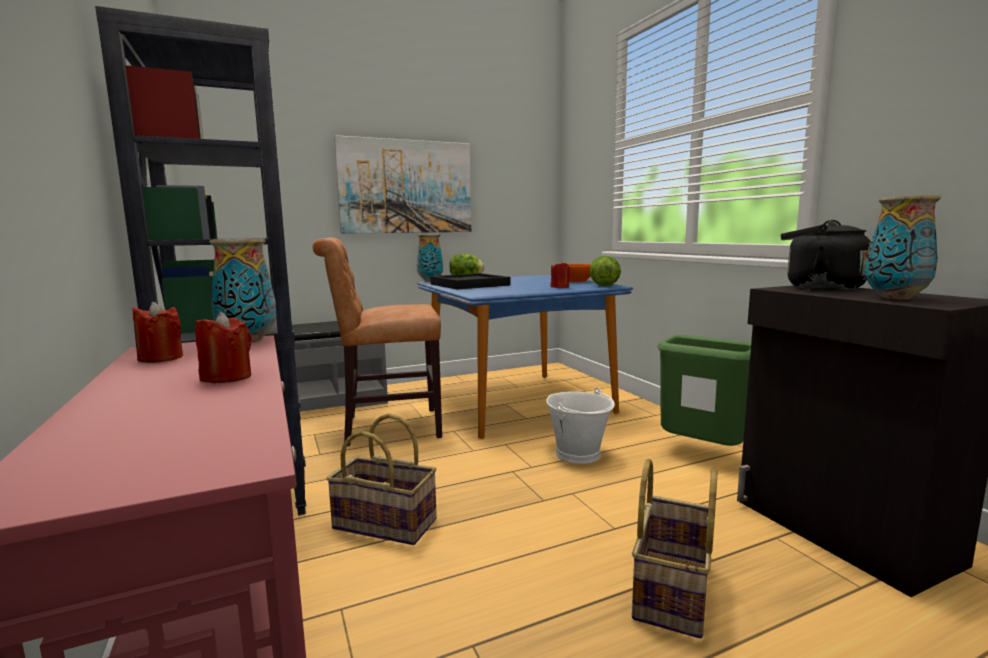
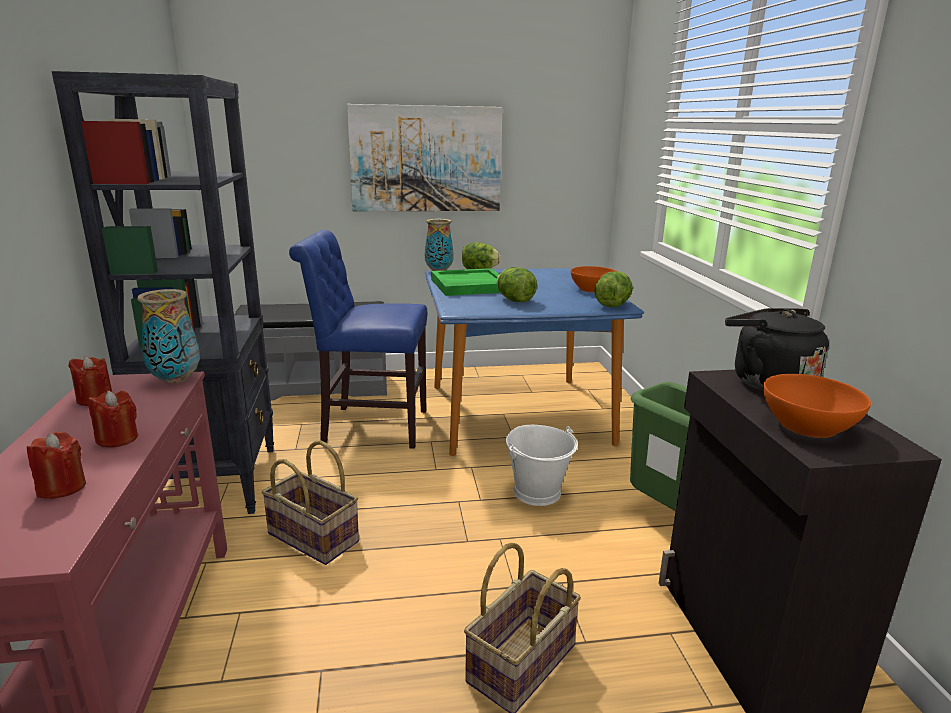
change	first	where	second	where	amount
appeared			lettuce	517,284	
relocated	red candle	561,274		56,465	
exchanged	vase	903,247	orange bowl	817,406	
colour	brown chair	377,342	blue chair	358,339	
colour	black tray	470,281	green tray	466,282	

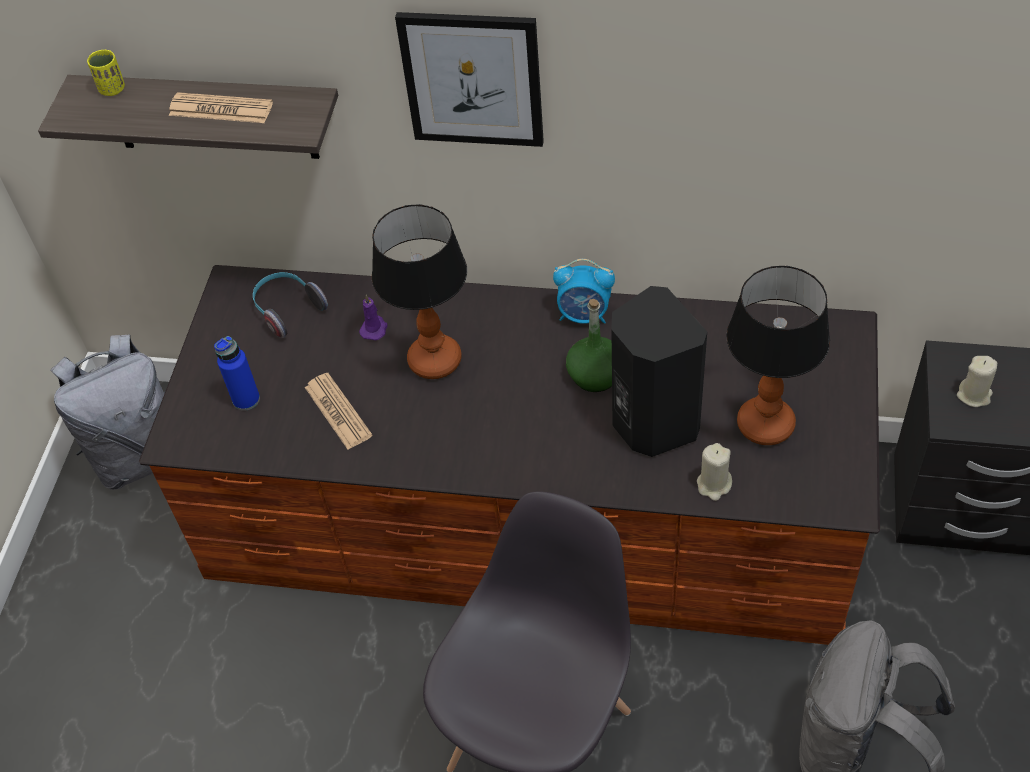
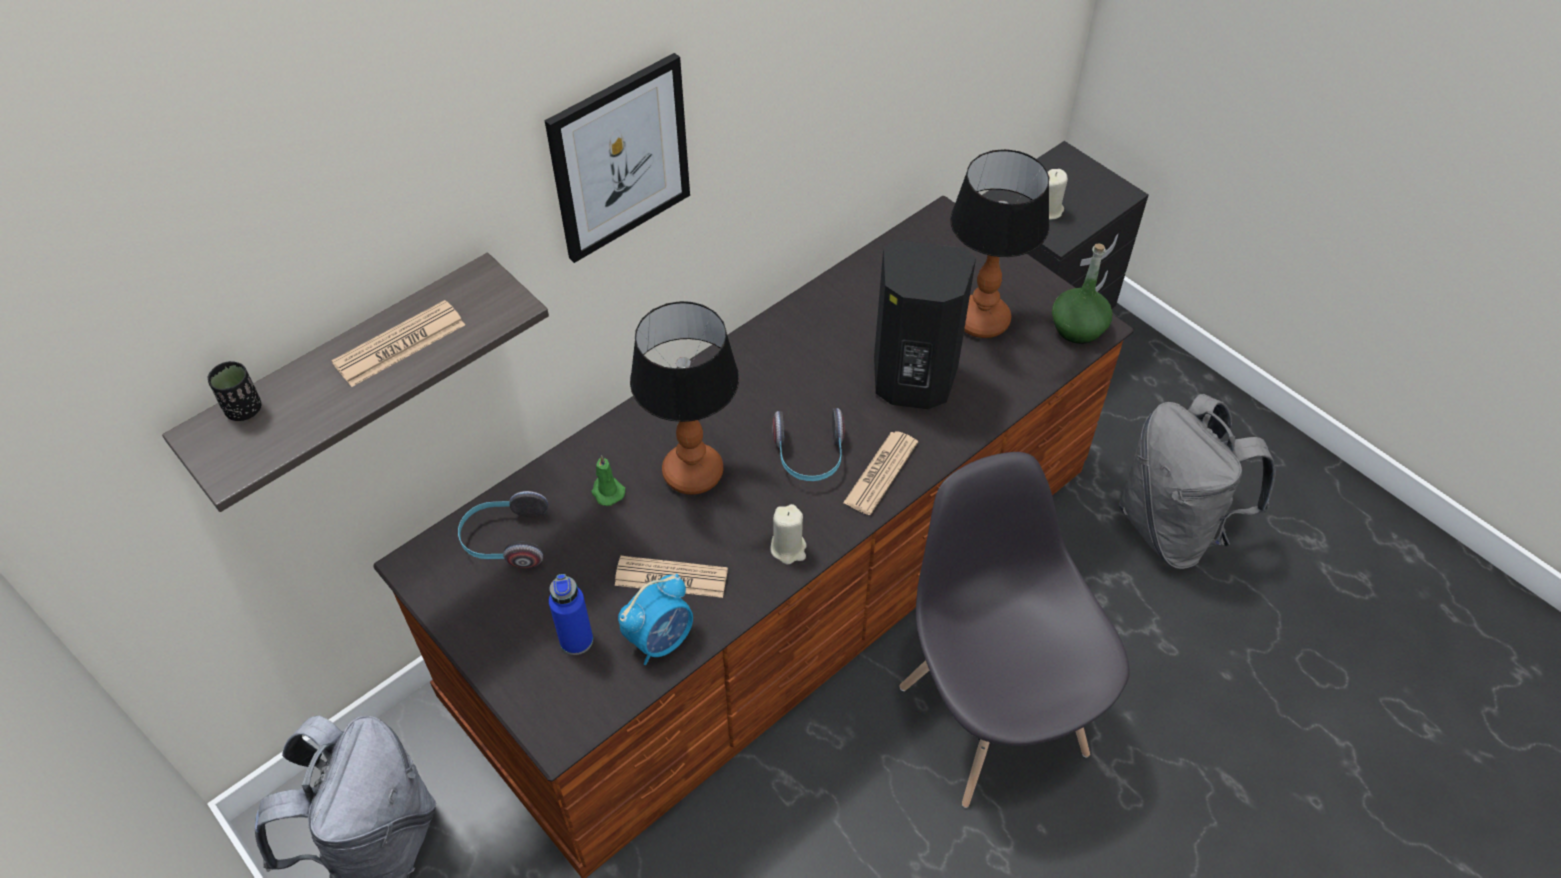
change	first	where	second	where	amount
appeared			headphones	808,444	
appeared			newspaper	880,473	
relocated	alarm clock	584,291		655,619	
relocated	green bottle	589,345		1082,293	
relocated	beige candle	714,472		788,534	
colour	yellow cup	106,73	black cup	234,391	
colour	purple candle	373,317	green candle	608,480	

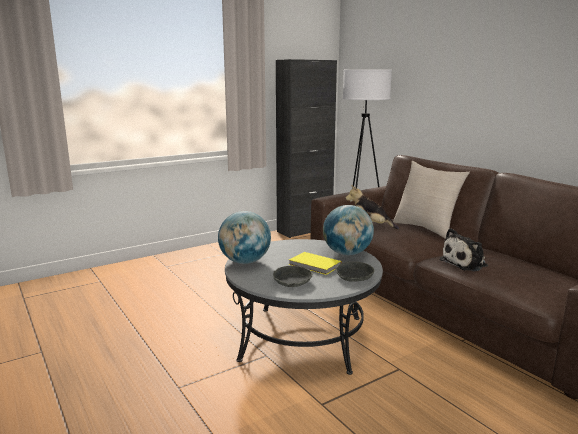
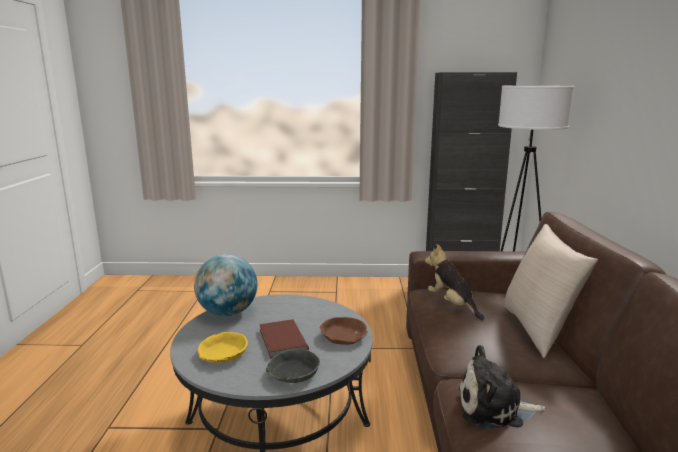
change	first	where	second	where	amount
exchanged	globe	348,230	brown bowl	343,331	
colour	grey bowl	293,276	yellow bowl	223,347	
colour	yellow book	315,263	brown book	284,338	

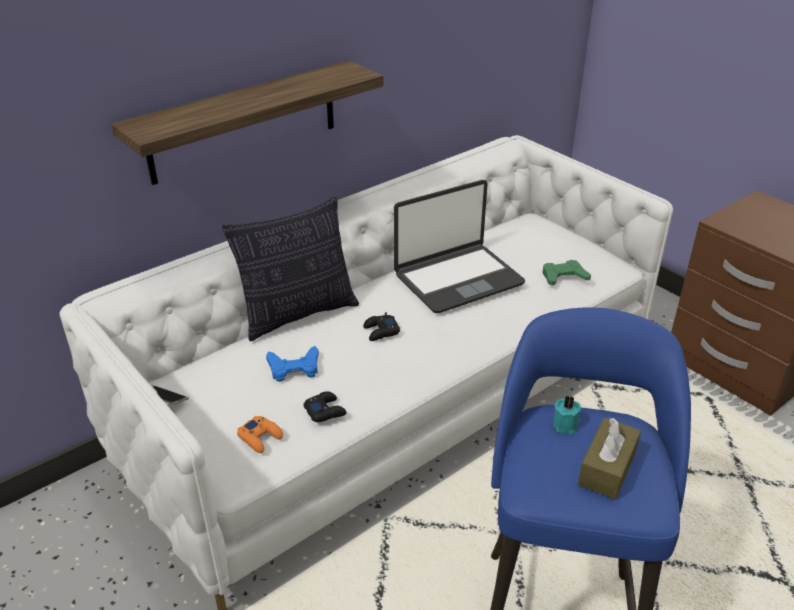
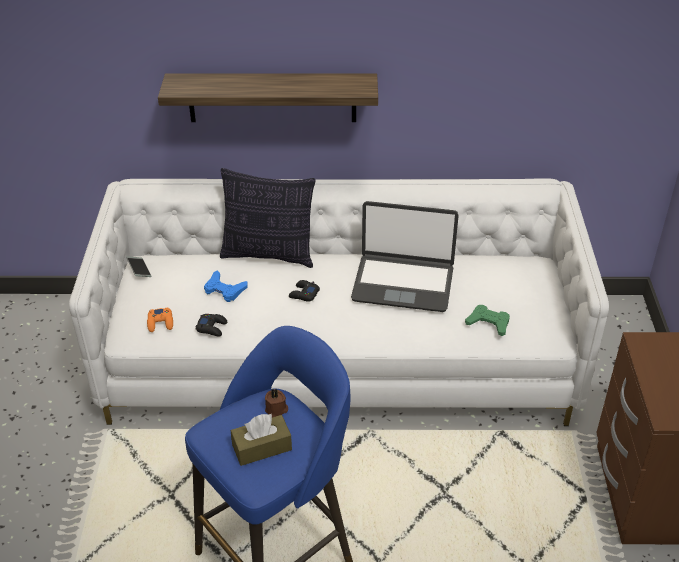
change	first	where	second	where	amount
colour	turquoise candle	567,415	brown candle	276,403	

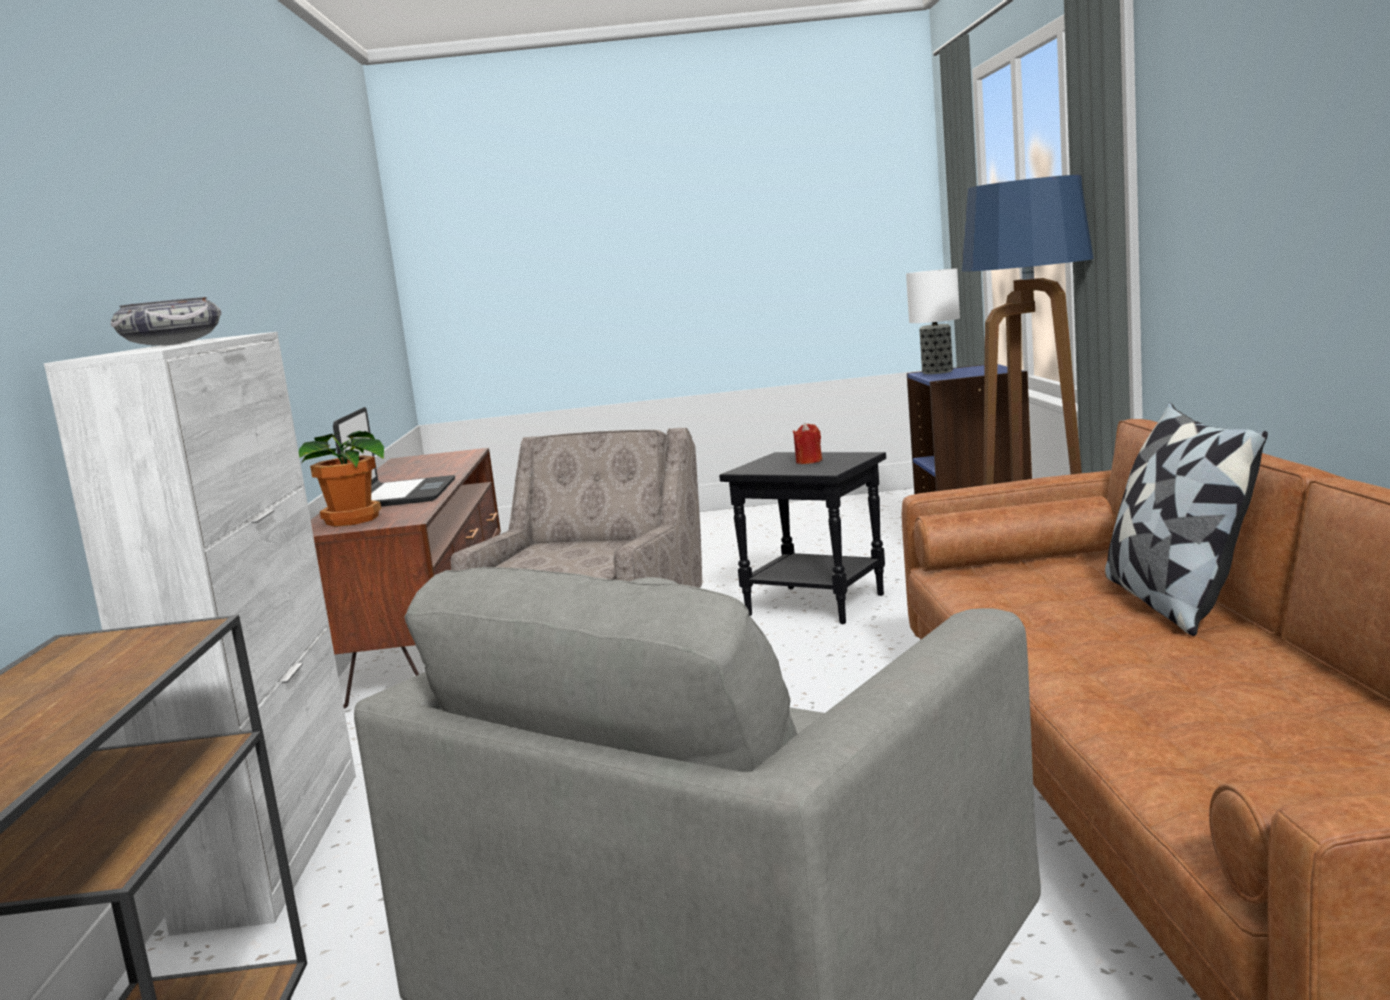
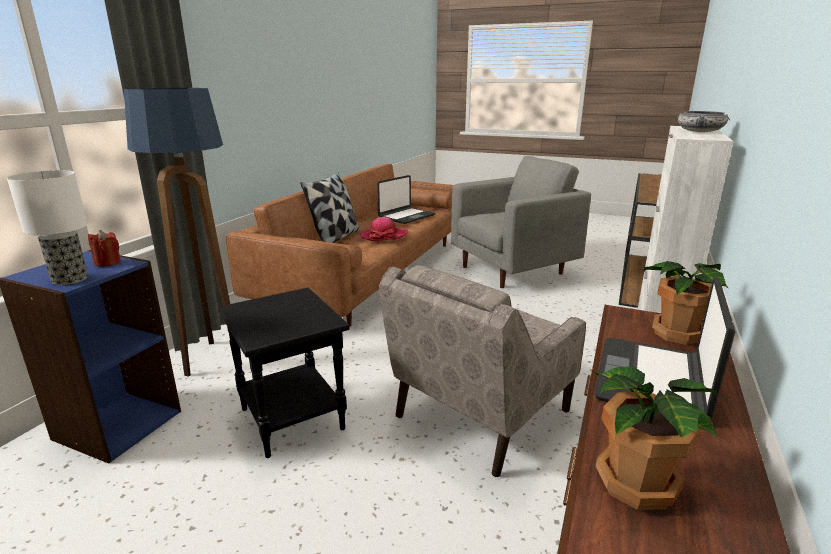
change	first	where	second	where	amount
appeared			hat	384,229	
appeared			laptop	406,199	
appeared			potted plant	656,438	
relocated	red candle	807,443		104,248	

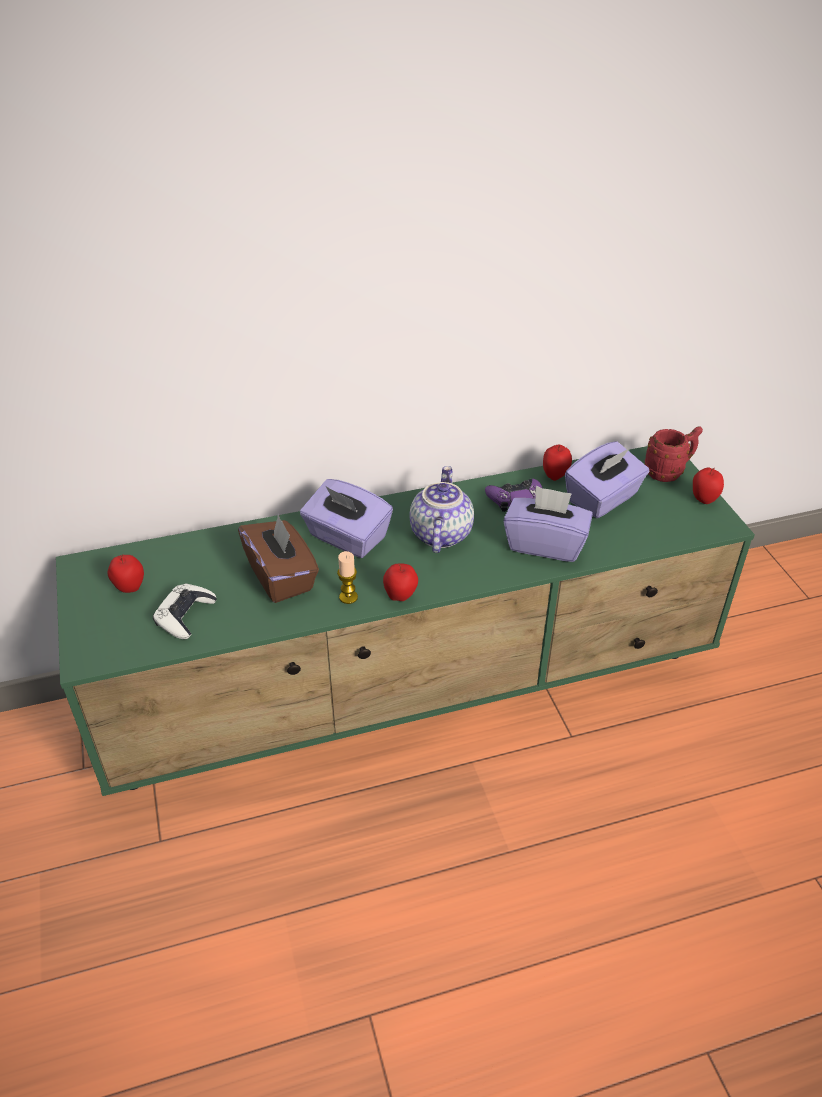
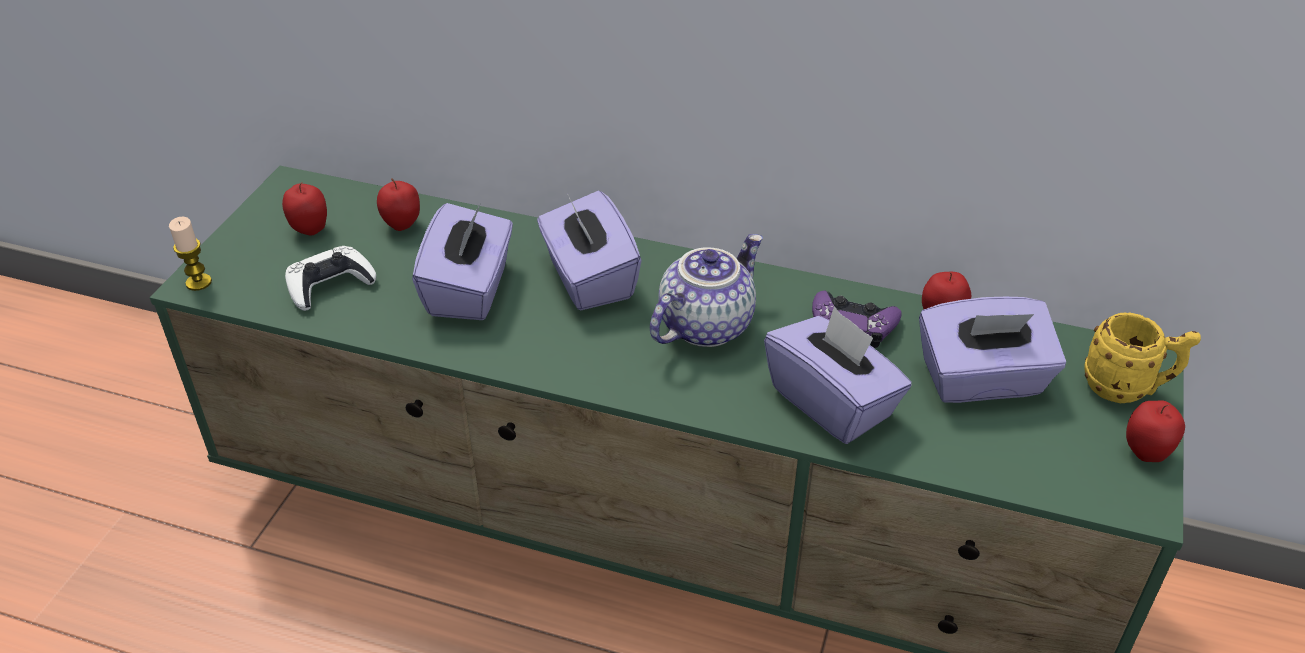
change	first	where	second	where	amount
relocated	candle	347,577		190,254	
relocated	apple	400,582		398,204	
colour	brown tissue box	278,558	purple tissue box	462,261	
colour	red mug	674,454	yellow mug	1142,357	

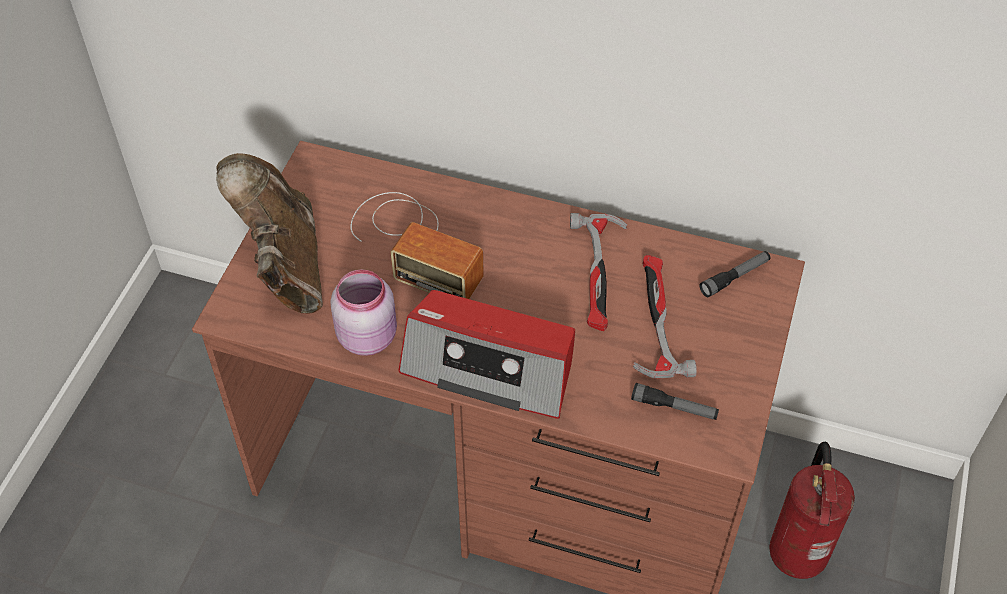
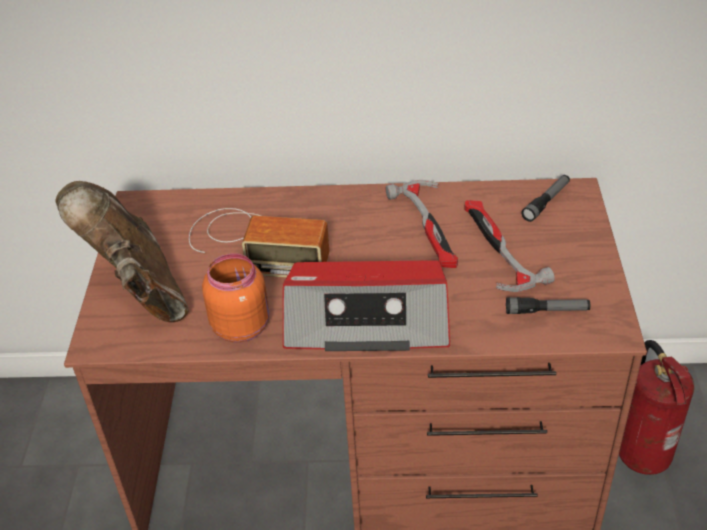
change	first	where	second	where	amount
colour	pink jar	363,313	orange jar	235,298	

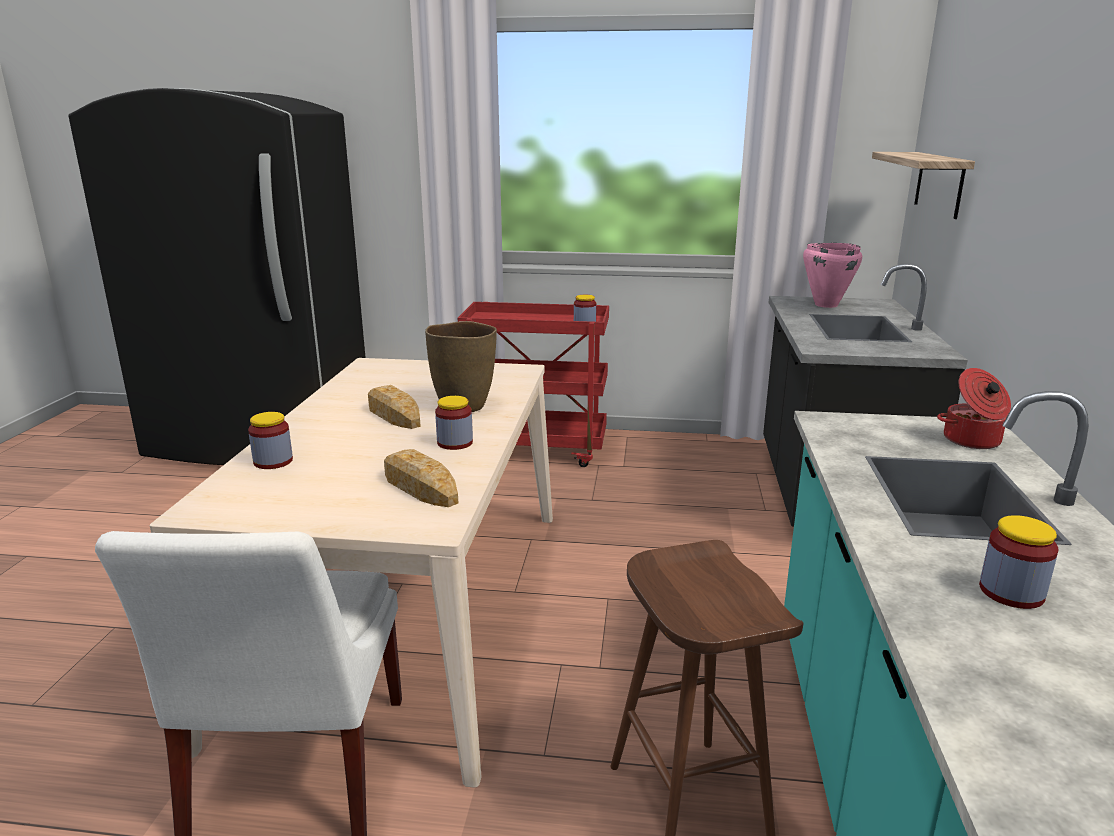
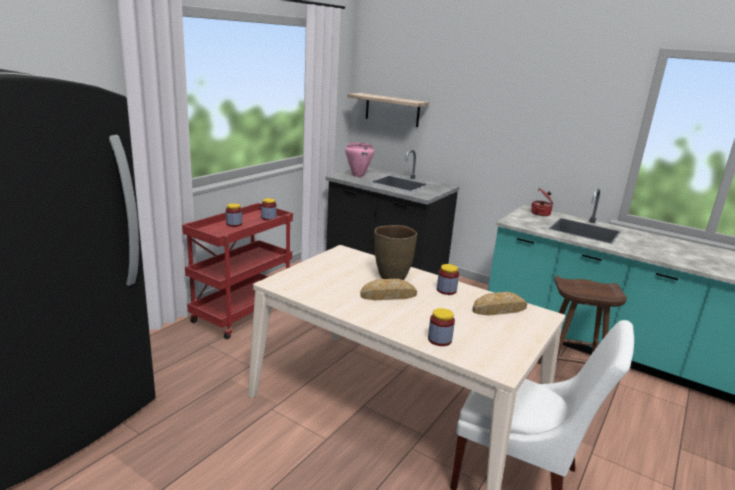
change	first	where	second	where	amount
relocated	jar	1018,562		234,215	

